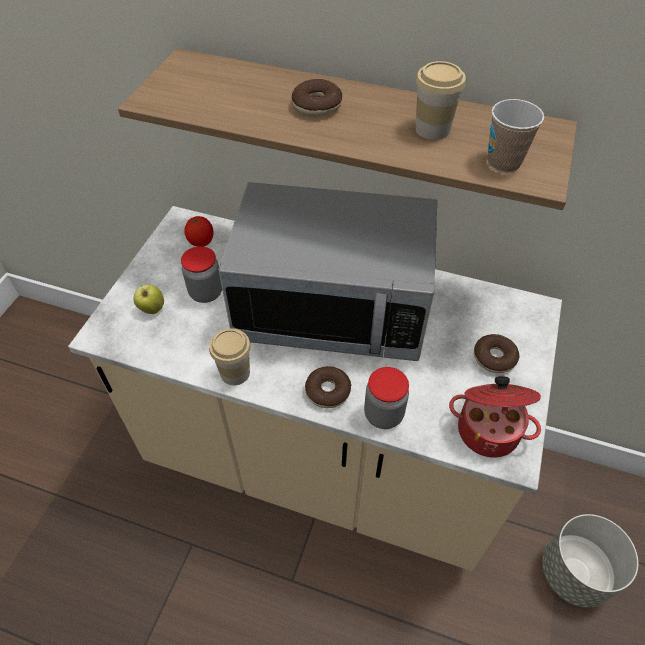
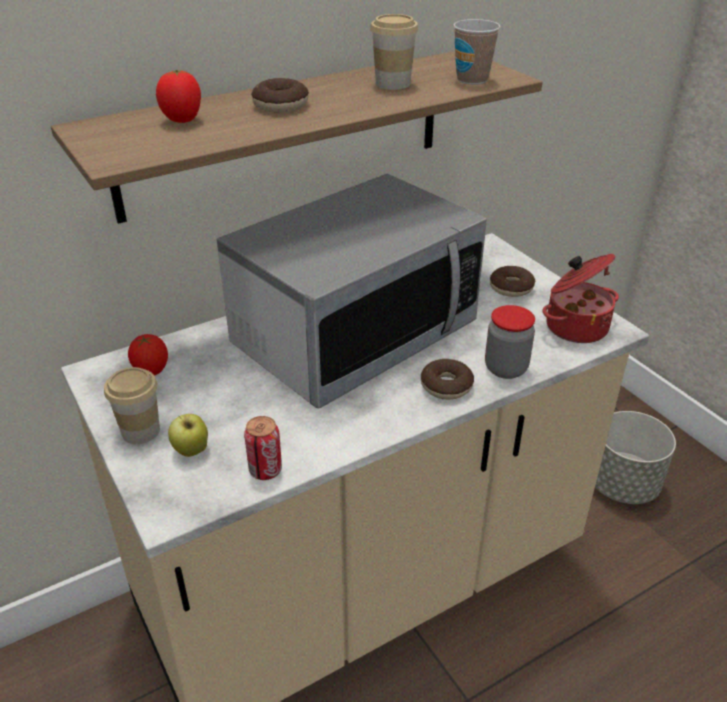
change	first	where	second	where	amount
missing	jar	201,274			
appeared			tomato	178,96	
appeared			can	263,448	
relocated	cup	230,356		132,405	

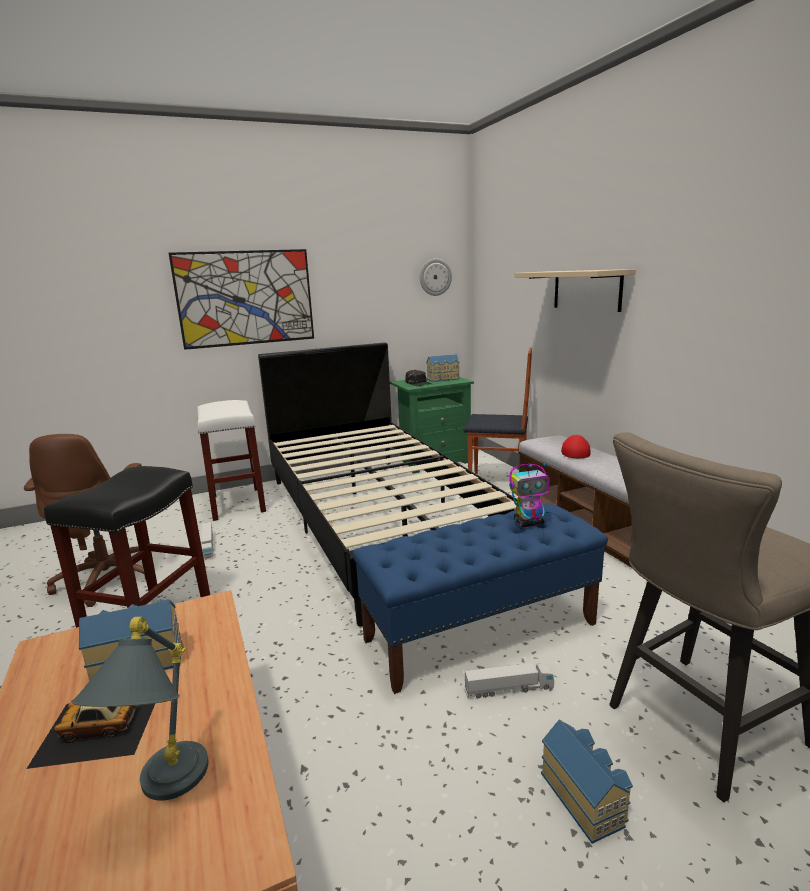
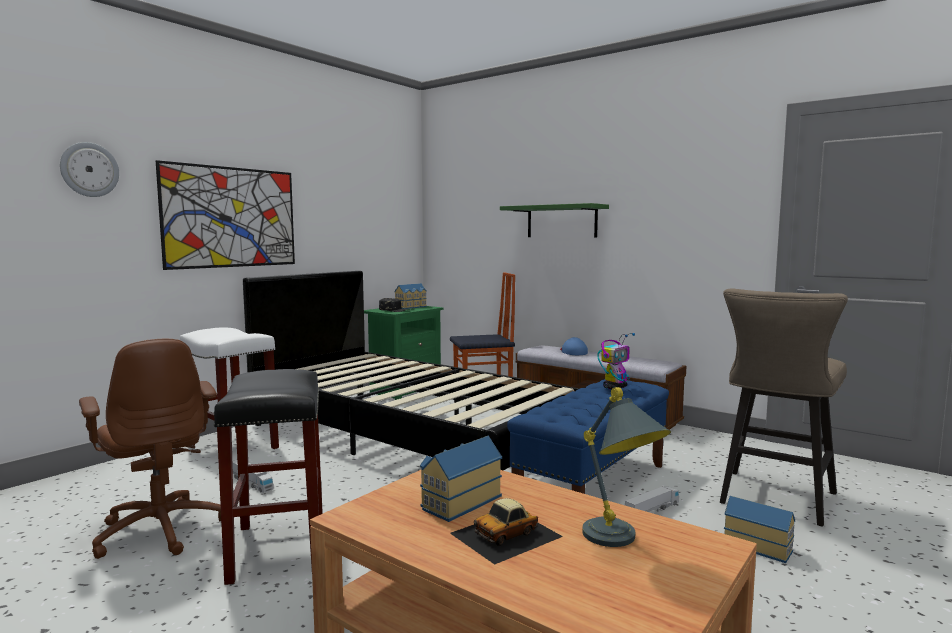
change	first	where	second	where	amount
relocated	wall clock	436,277		89,169	
colour	beige shelf	575,290	green shelf	554,220	
colour	red cap	576,446	blue cap	574,346	

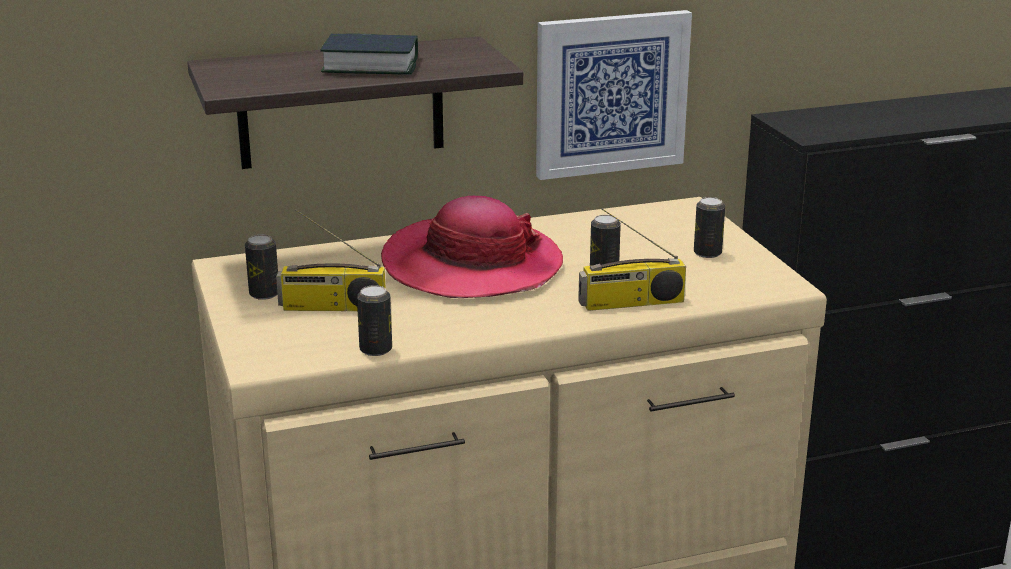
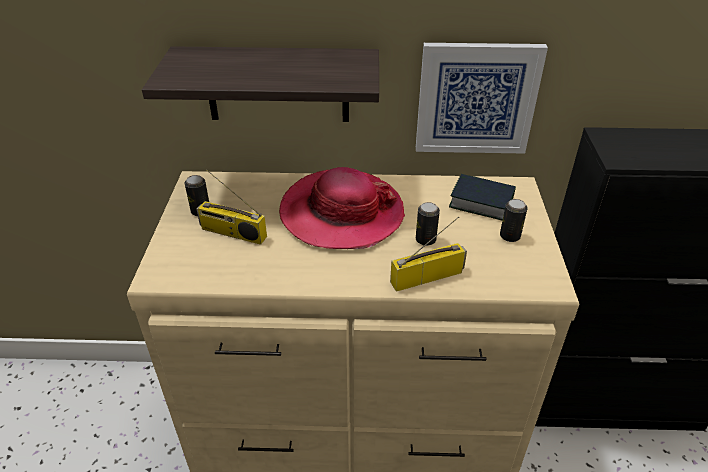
change	first	where	second	where	amount
missing	can	374,320			
relocated	book	369,53		482,197	
spun	radio	632,259		428,254	150 degrees clockwise

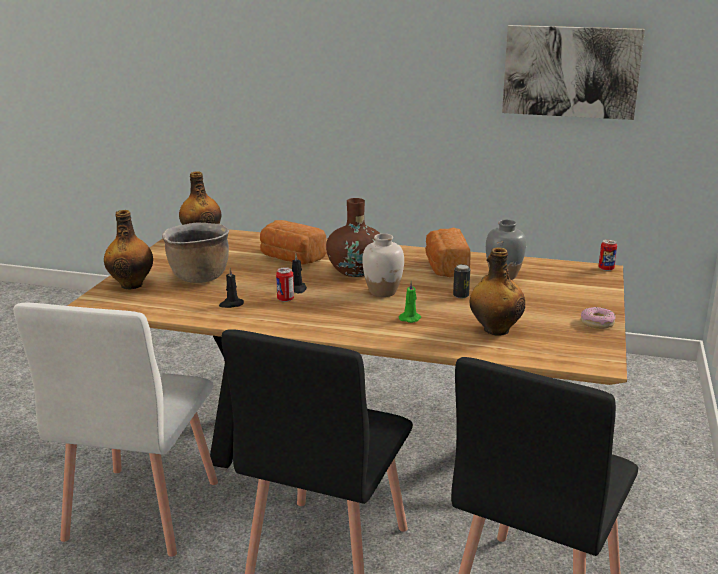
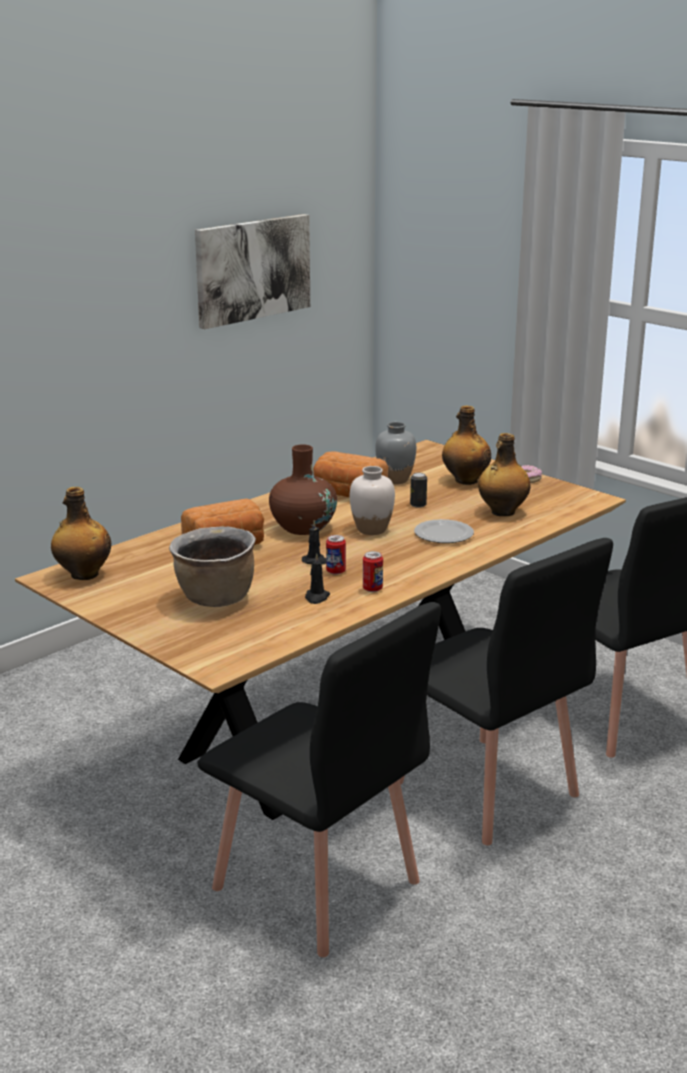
change	first	where	second	where	amount
relocated	bottle	128,249		466,445	
relocated	can	607,255		373,571	
exchanged	green candle	410,302	plate	444,531	
colour	white chair	116,430	black chair	319,779	

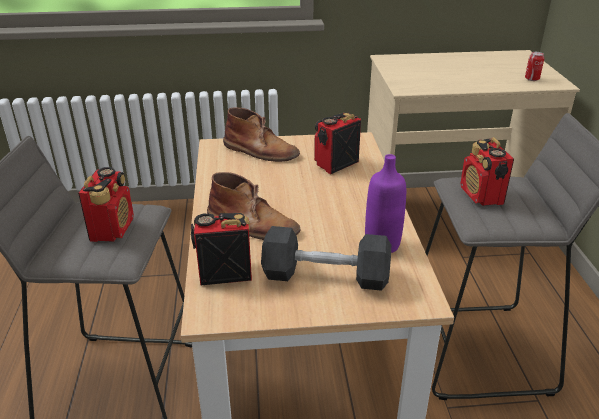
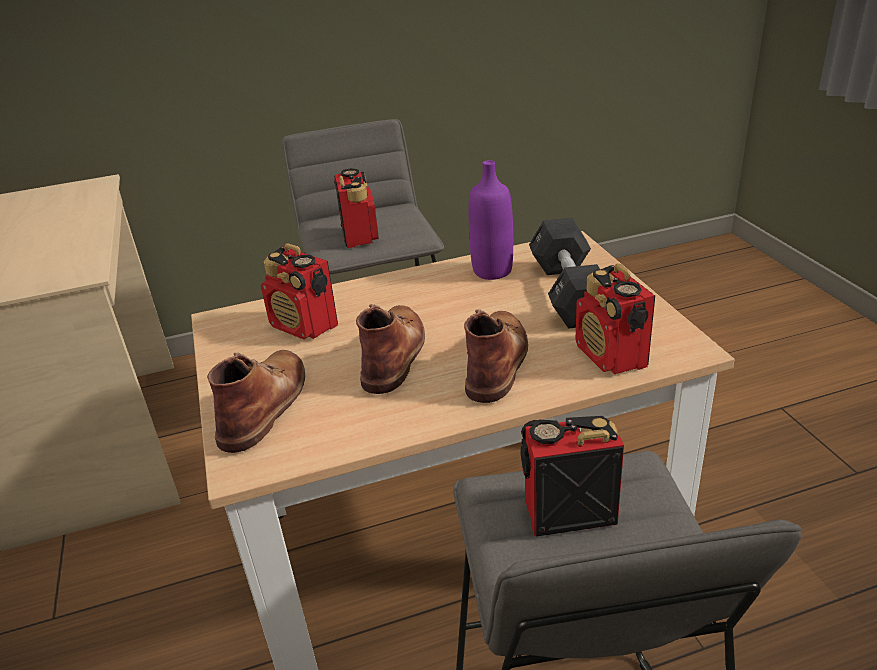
change	first	where	second	where	amount
missing	can	534,66			
appeared			brown boot	390,349	
spun	radio	487,171		356,208	75 degrees counterclockwise

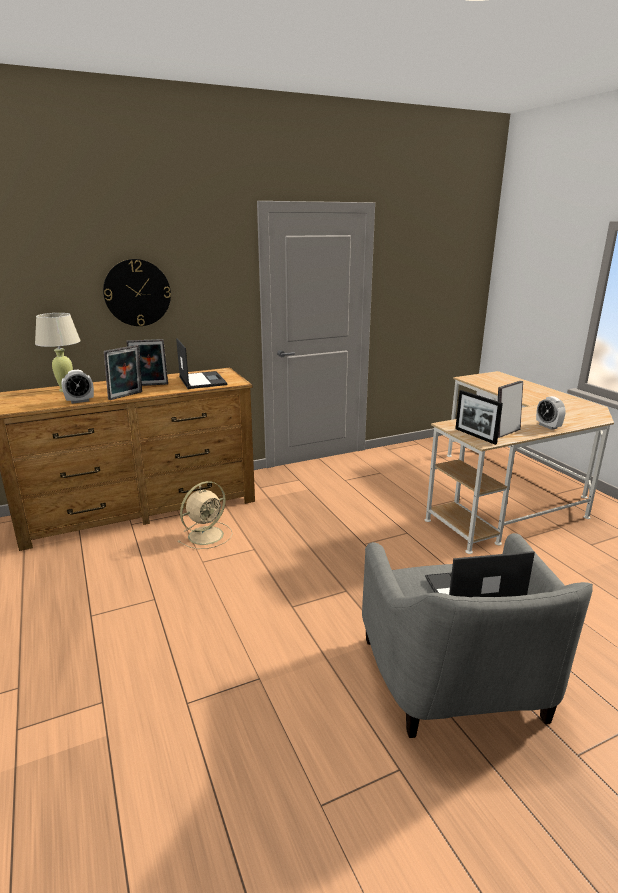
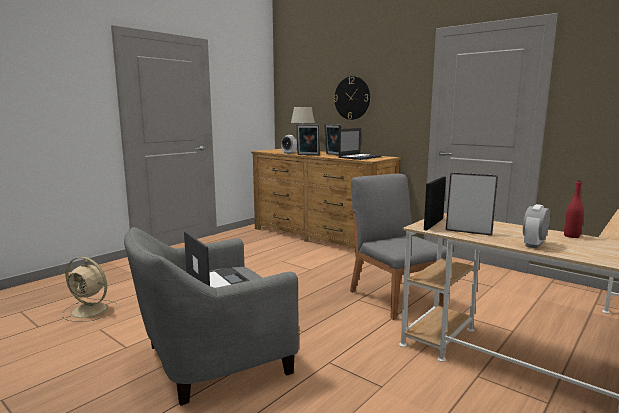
change	first	where	second	where	amount
appeared			grey chair	398,247	
appeared			red bottle	574,209	
relocated	beige fan	205,515		90,289	

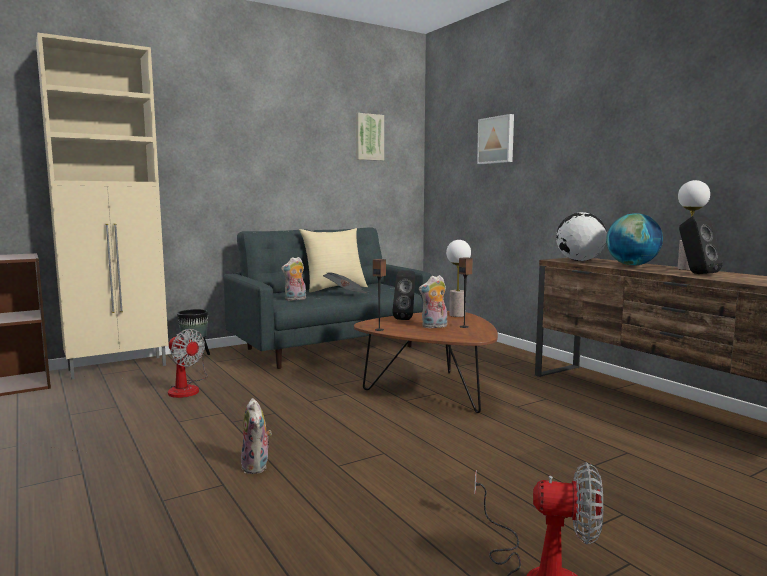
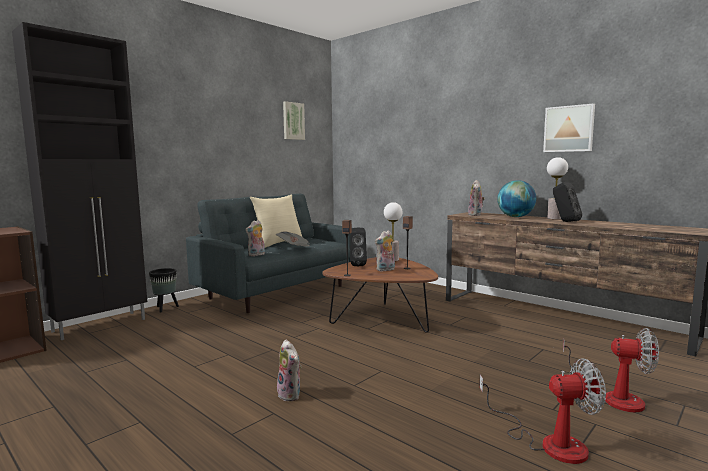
change	first	where	second	where	amount
relocated	fan	188,363		611,370	
relocated	picture	495,139		569,128	
exchanged	globe	581,236	plush toy	476,198	
colour	beige cabinet	102,205	black cabinet	79,181	

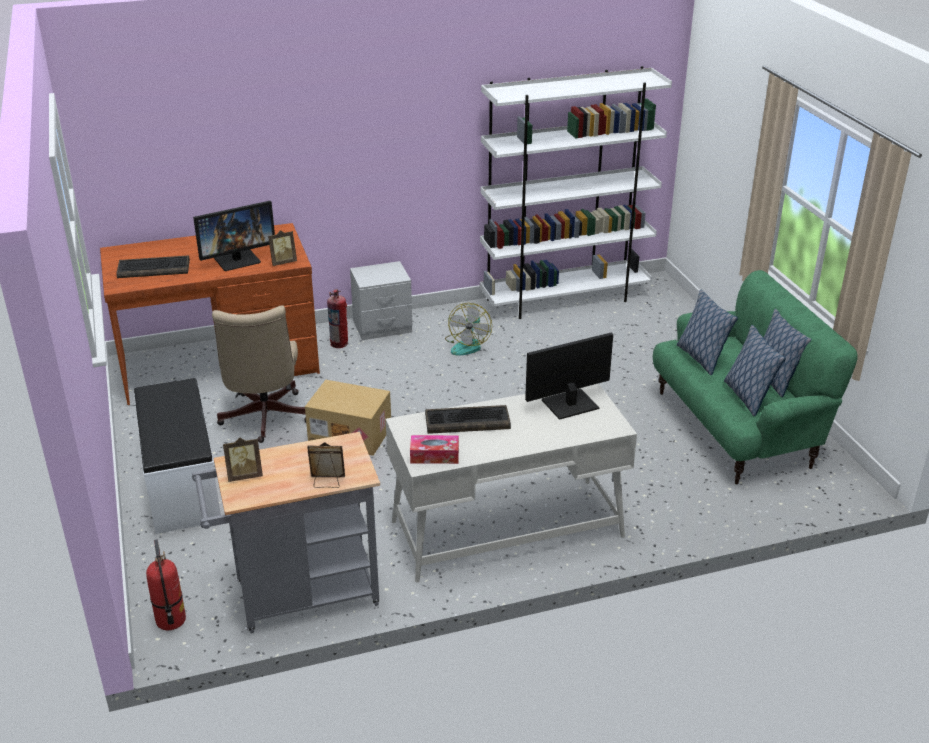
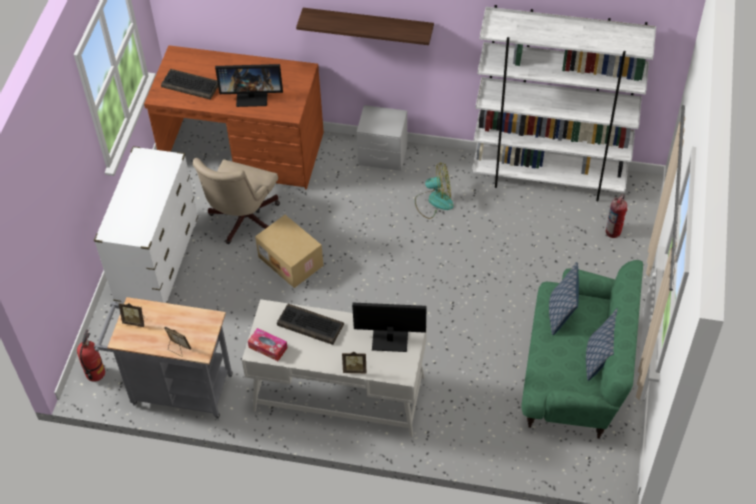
change	first	where	second	where	amount
missing	pillow	755,370			
appeared			shelf	365,26	
relocated	picture frame	282,248		354,362	
relocated	fire extinguisher	337,318		616,216	
exchanged	white bench	177,456	white dresser	146,225	
spun	fan	468,329		434,190	135 degrees counterclockwise

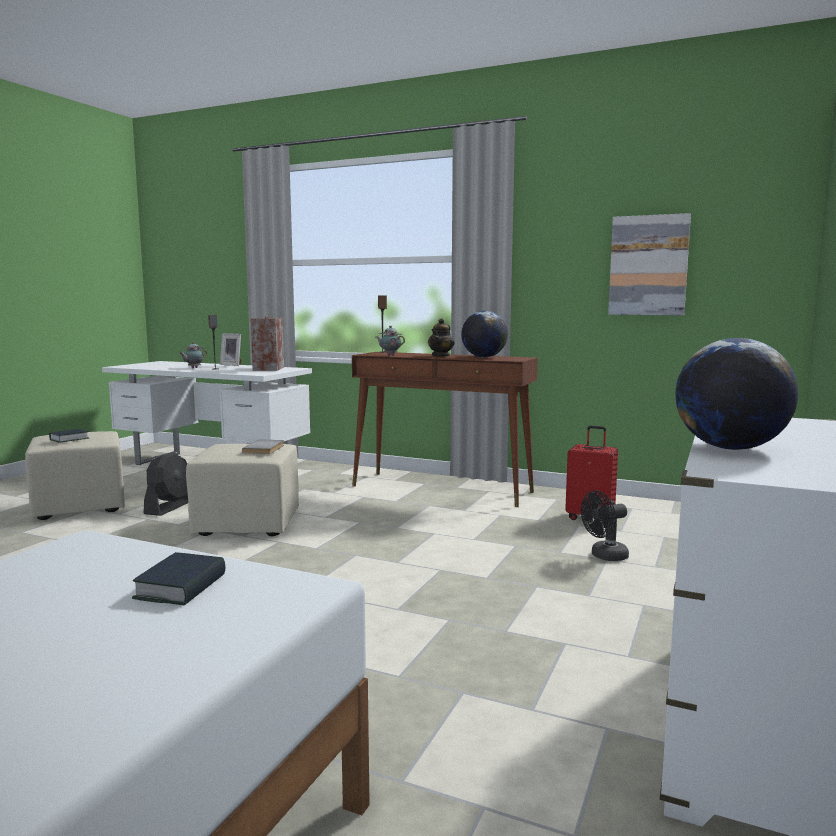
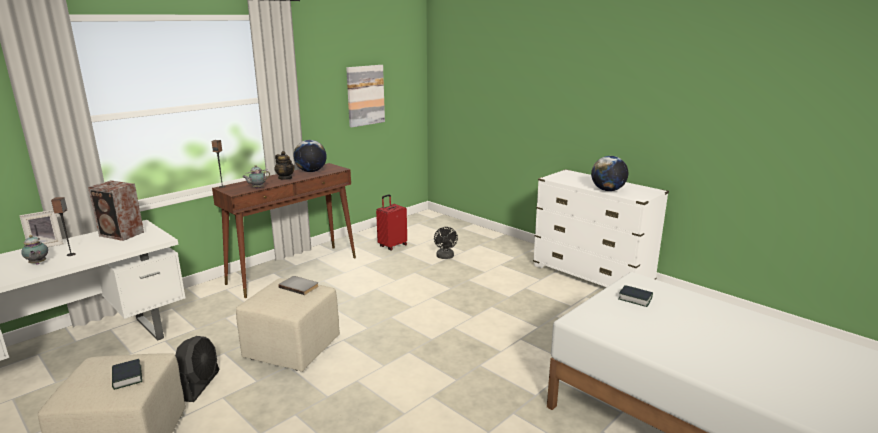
change	first	where	second	where	amount
spun	black fan	166,484		197,369	60 degrees clockwise

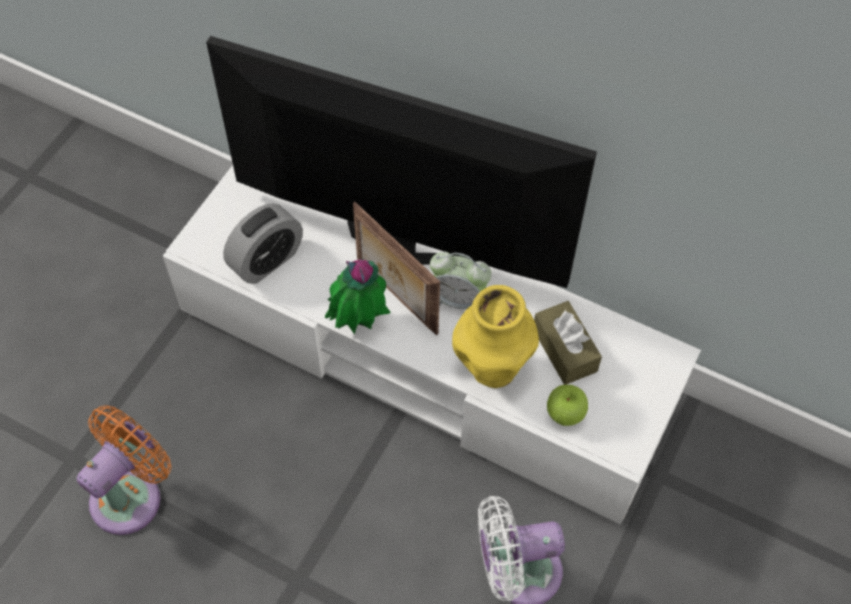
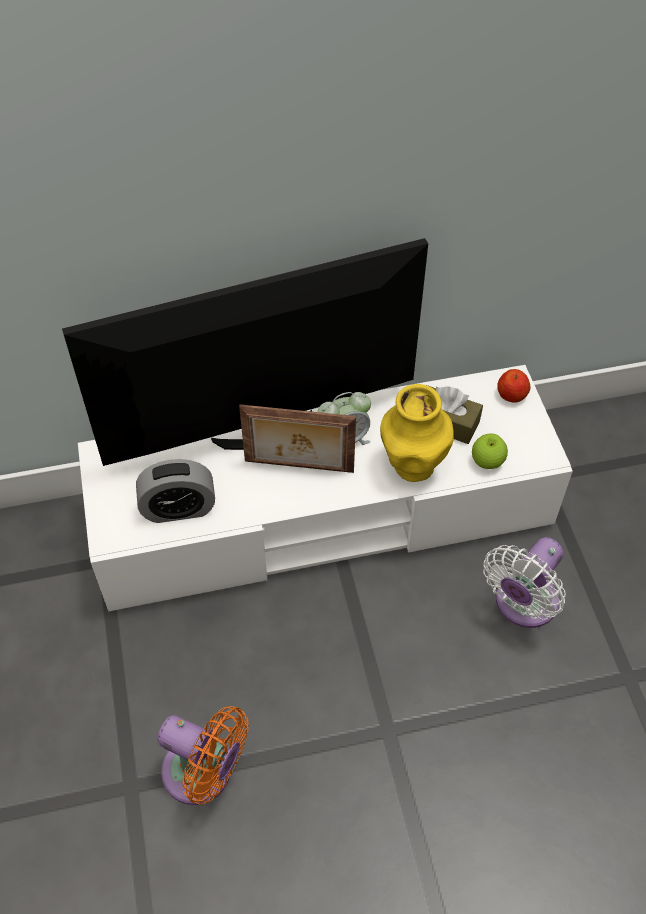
change	first	where	second	where	amount
missing	potted plant	358,296			
appeared			apple	513,386	
spun	orange fan	124,470		203,755	120 degrees clockwise
spun	alarm clock	263,243		175,491	75 degrees clockwise

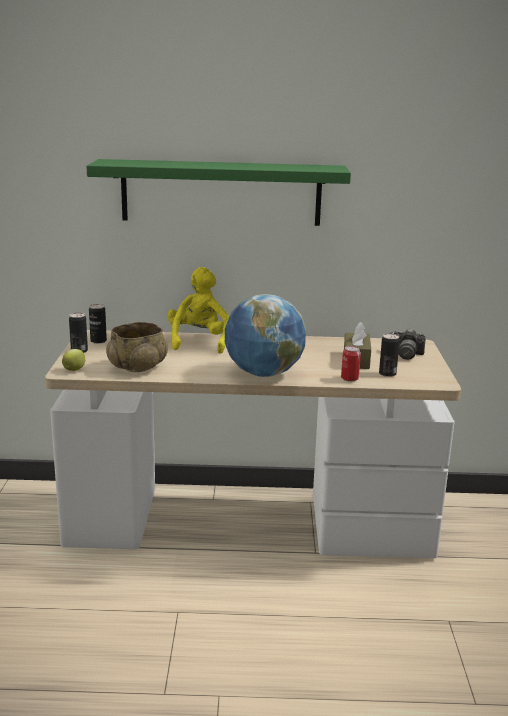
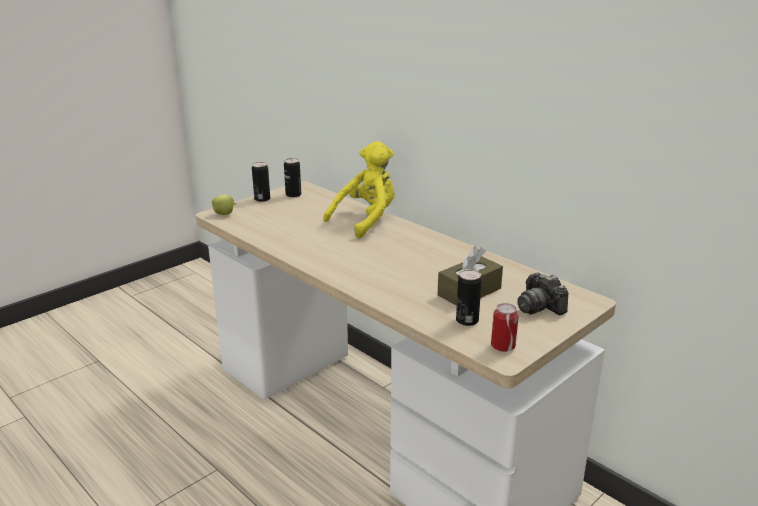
change	first	where	second	where	amount
missing	green shelf	218,192			
missing	beige bowl	137,347			
missing	globe	265,335			
relocated	can	351,364		505,327	

